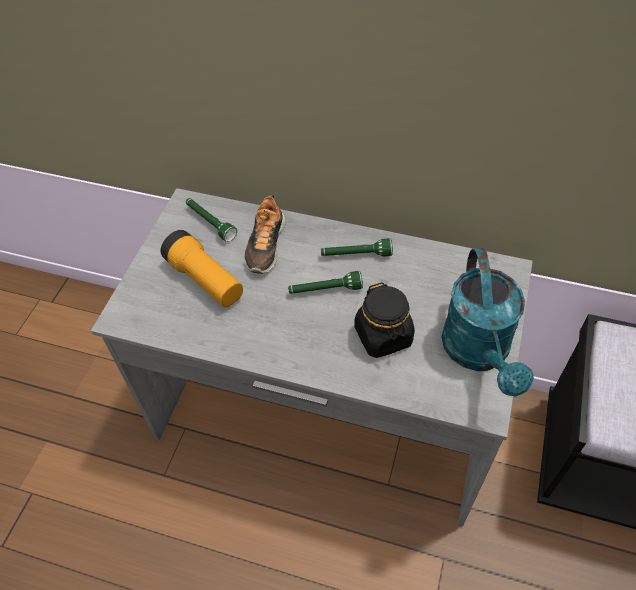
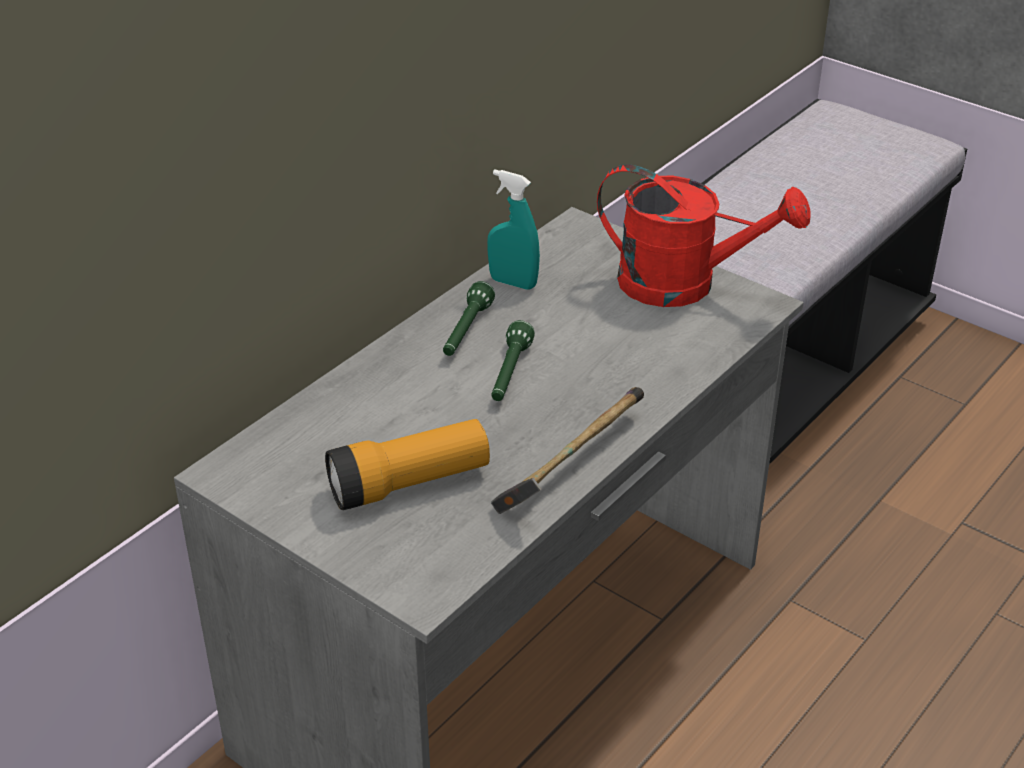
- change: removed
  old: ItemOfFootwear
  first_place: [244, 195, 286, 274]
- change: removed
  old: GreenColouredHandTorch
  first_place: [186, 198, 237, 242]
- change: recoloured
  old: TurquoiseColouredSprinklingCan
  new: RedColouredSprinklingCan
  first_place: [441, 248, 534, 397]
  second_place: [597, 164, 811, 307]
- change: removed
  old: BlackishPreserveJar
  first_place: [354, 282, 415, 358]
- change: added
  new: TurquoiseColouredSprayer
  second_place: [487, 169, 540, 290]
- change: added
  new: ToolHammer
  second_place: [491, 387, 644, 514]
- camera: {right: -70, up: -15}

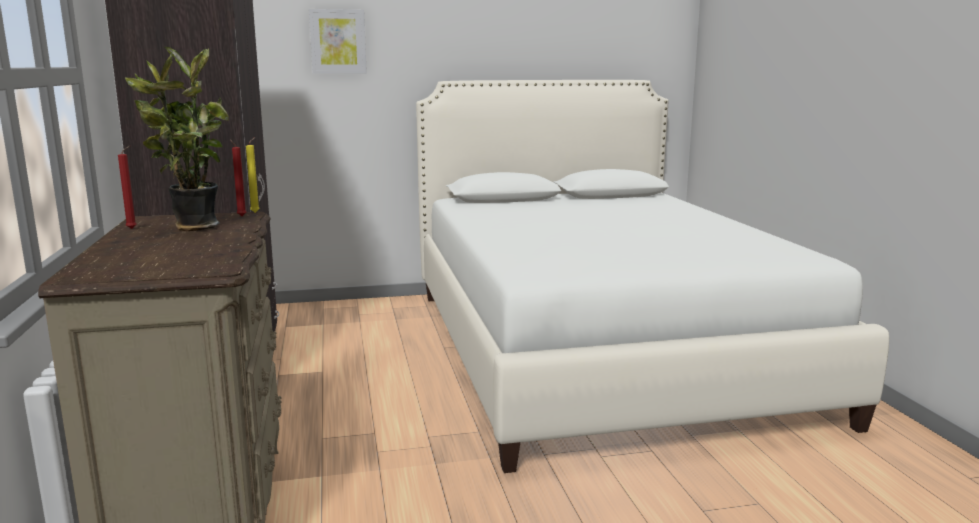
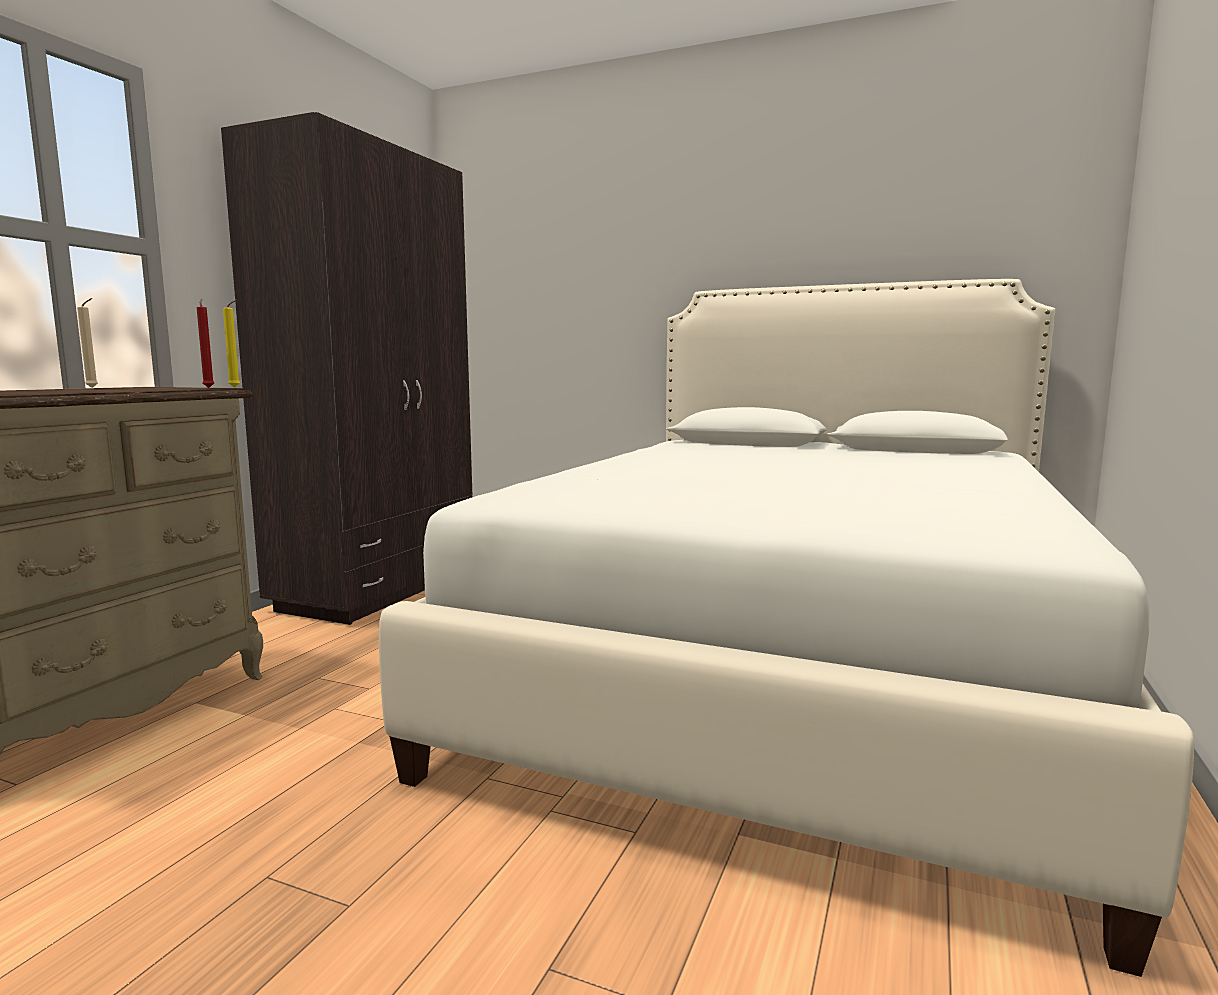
- change: removed
  old: WallPicture
  first_place: [309, 9, 367, 74]
- change: removed
  old: Houseplant
  first_place: [124, 47, 229, 231]
- change: recoloured
  old: RedColouredWaxLight
  new: BeigeColouredWaxLight
  first_place: [118, 146, 137, 229]
  second_place: [77, 298, 98, 388]
- camera: {right: 35, up: -5}

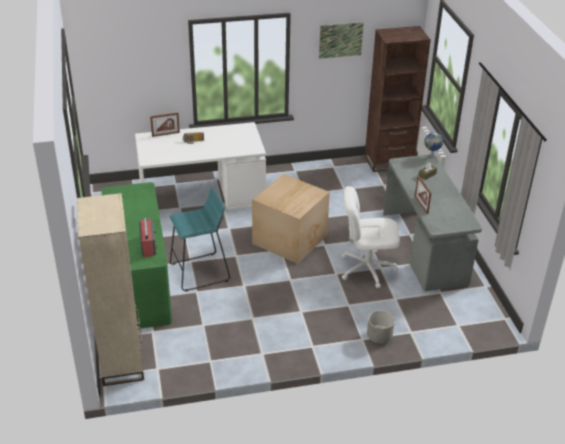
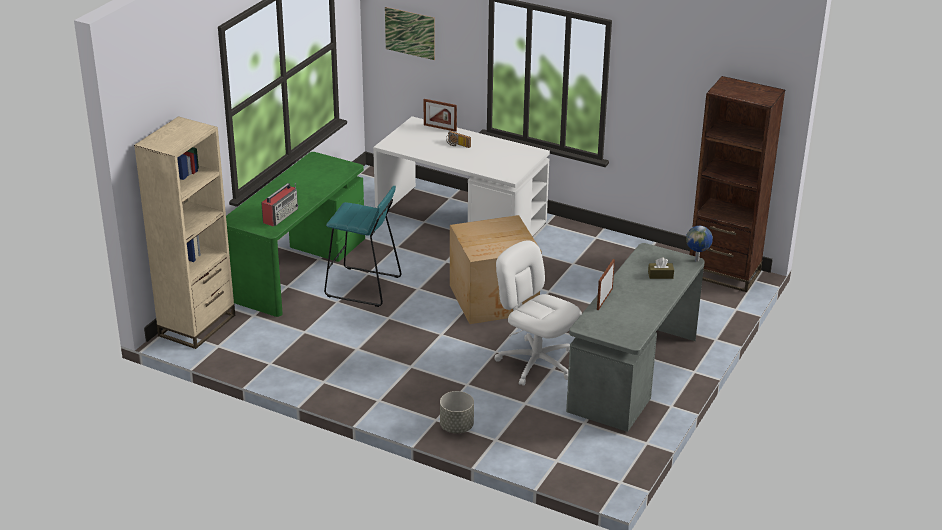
- change: moved
  old: WallPicture
  first_place: [319, 22, 364, 59]
  second_place: [385, 7, 435, 60]
- camera: {right: 40, up: -5}

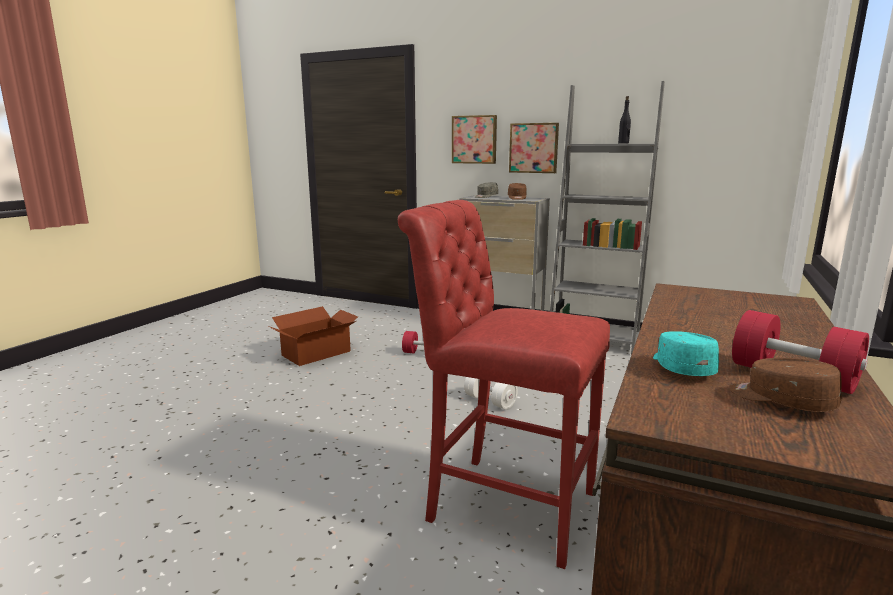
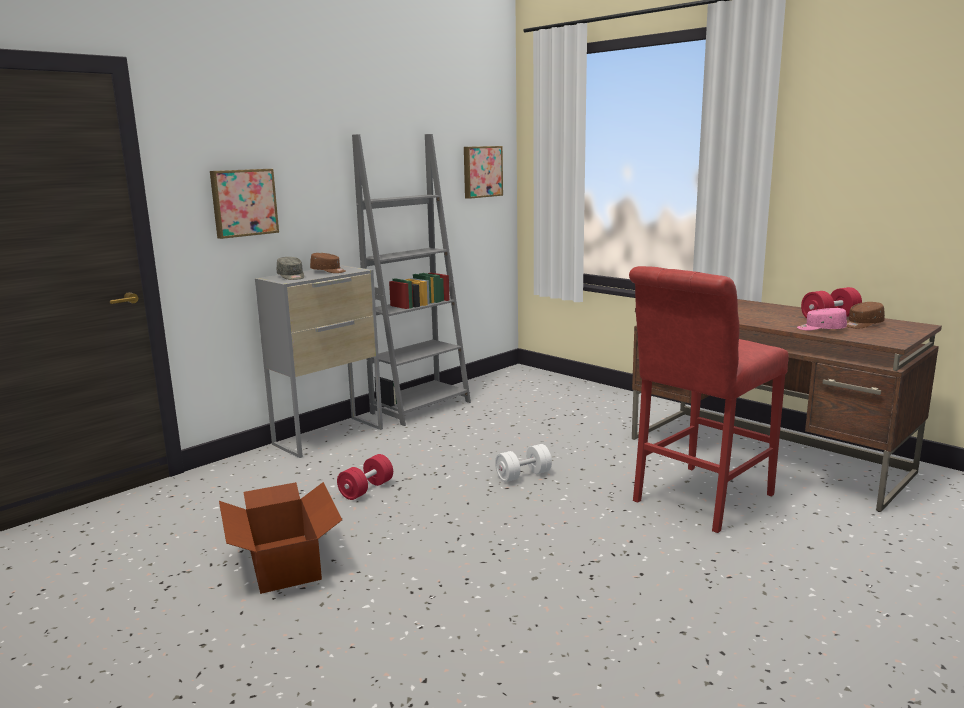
- change: removed
  old: BlackishBottle
  first_place: [618, 96, 631, 144]
- change: moved
  old: WallPicture
  first_place: [509, 123, 559, 173]
  second_place: [464, 146, 503, 199]
- change: recoloured
  old: TurquoiseColouredBaseballCap
  new: PinkishBaseballCap
  first_place: [653, 331, 719, 376]
  second_place: [797, 308, 847, 331]
- camera: {right: -70, up: 0}

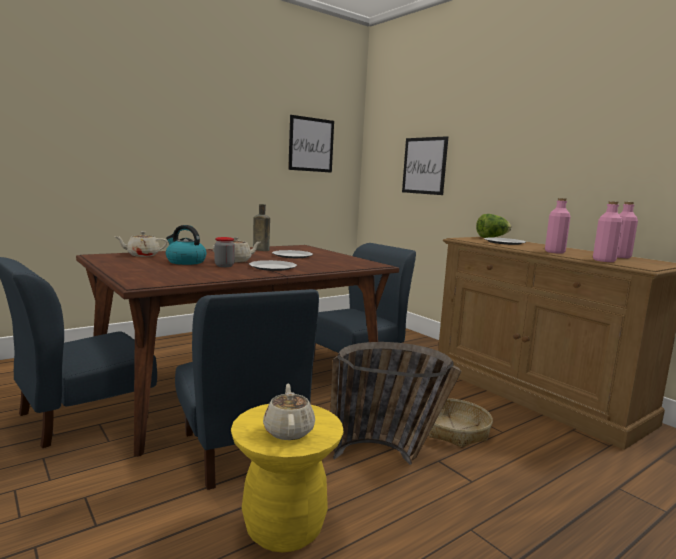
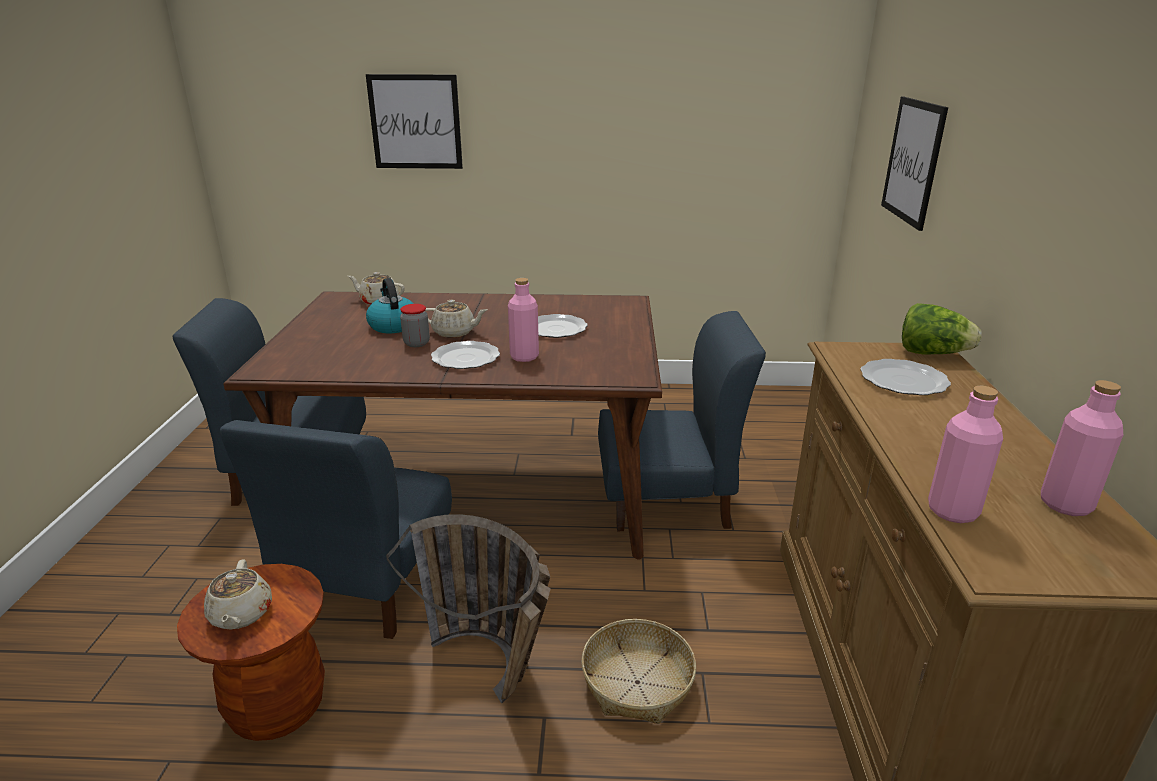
- change: moved
  old: WallPicture
  first_place: [288, 115, 334, 173]
  second_place: [366, 74, 463, 169]
- change: moved
  old: PinkishBottle
  first_place: [545, 198, 570, 254]
  second_place: [508, 278, 539, 362]
- change: removed
  old: BrownishBottle
  first_place: [253, 204, 270, 251]
- change: turned
  old: BeigeColouredPotForTea
  first_place: [263, 384, 315, 440]
  second_place: [204, 559, 272, 630]
  degrees: 135
- change: recoloured
  old: YellowStoolSeat
  new: BrownishStoolSeat
  first_place: [231, 404, 344, 552]
  second_place: [177, 564, 325, 741]
- camera: {right: 40, up: 15}

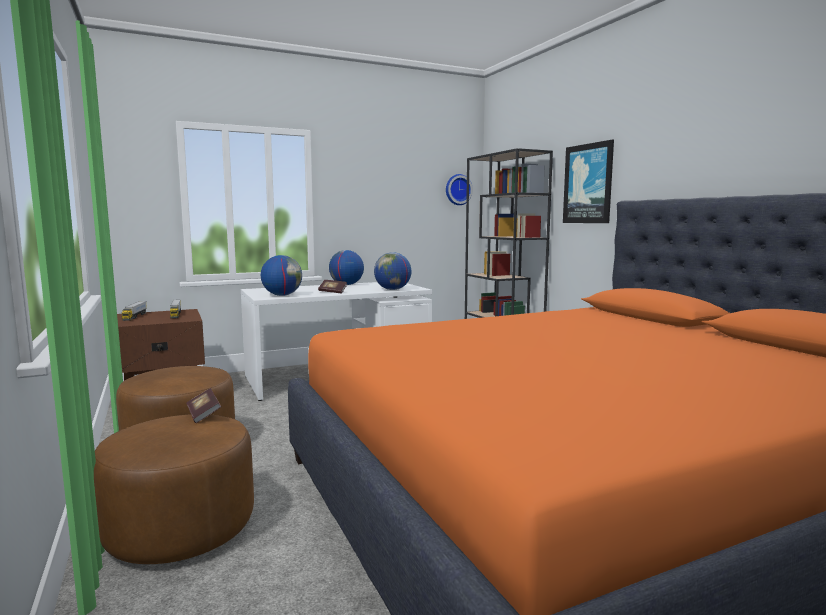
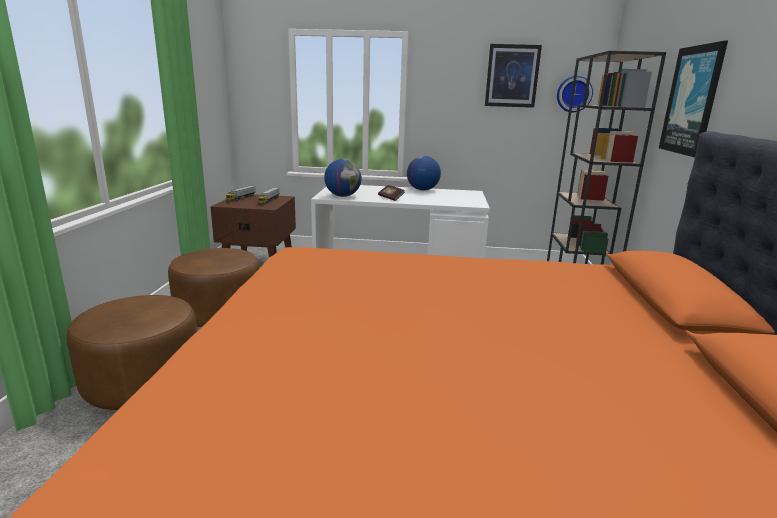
- change: removed
  old: Globe
  first_place: [374, 252, 411, 290]
- change: removed
  old: BoundBook
  first_place: [186, 388, 221, 423]
- change: added
  new: WallPicture
  second_place: [485, 44, 542, 108]
- camera: {right: 30, up: 10}

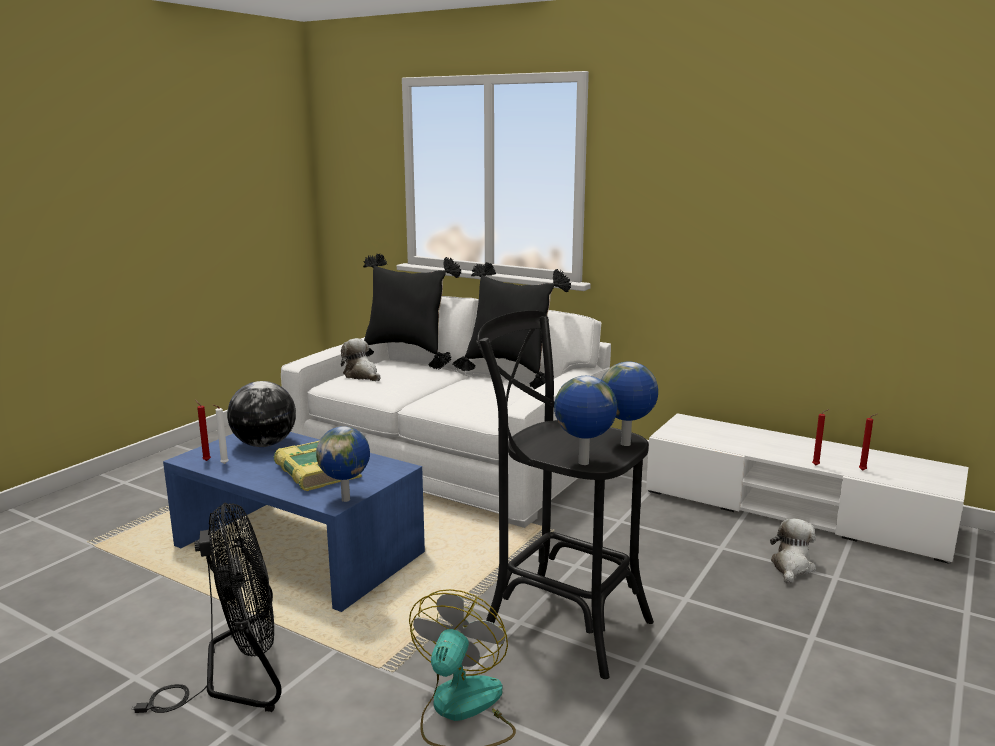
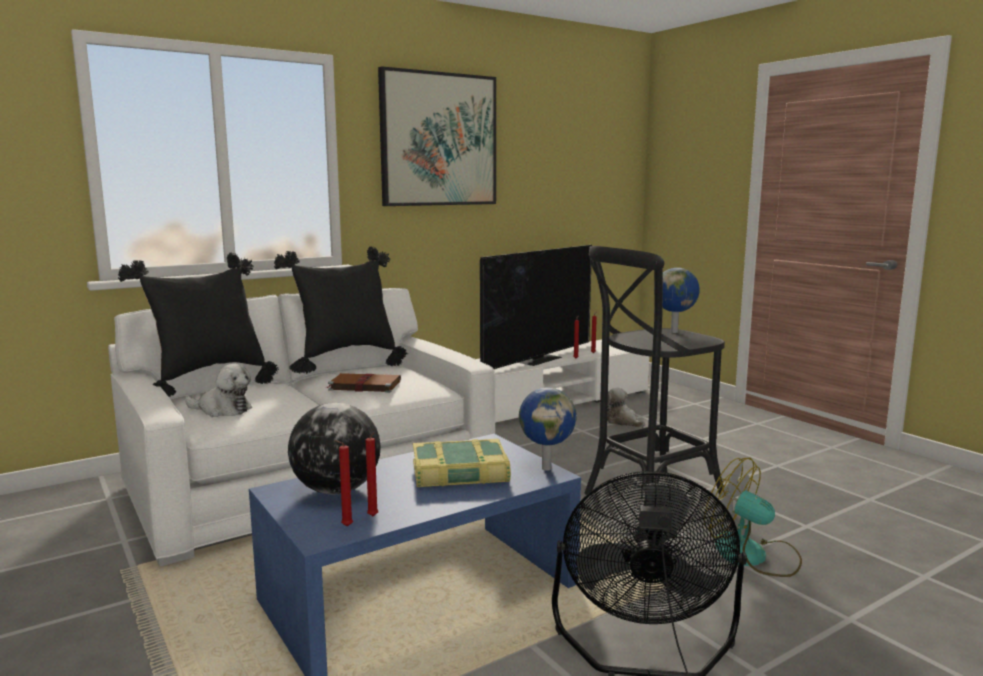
- change: turned
  old: CuddlyToy
  first_place: [341, 338, 380, 381]
  second_place: [185, 364, 252, 417]
  degrees: -150
- change: removed
  old: Globe
  first_place: [554, 376, 617, 465]
- change: recoloured
  old: WhitishWaxLight
  new: RedColouredWaxLight
  first_place: [214, 405, 229, 464]
  second_place: [365, 433, 378, 516]
- change: added
  new: WallPicture
  second_place: [378, 66, 496, 206]
- change: added
  new: TvSet
  second_place: [480, 245, 592, 369]
- change: added
  new: BrownishBoundBook
  second_place: [327, 373, 401, 393]
- camera: {right: -65, up: -5}

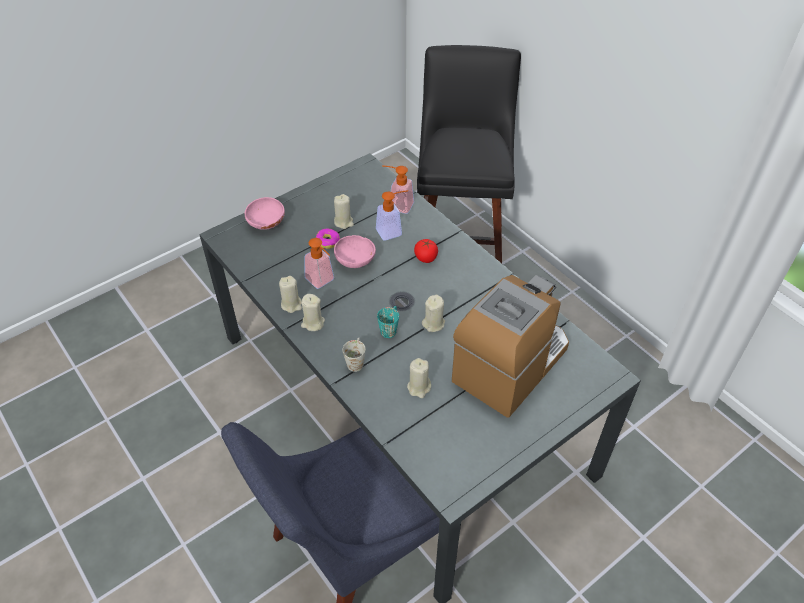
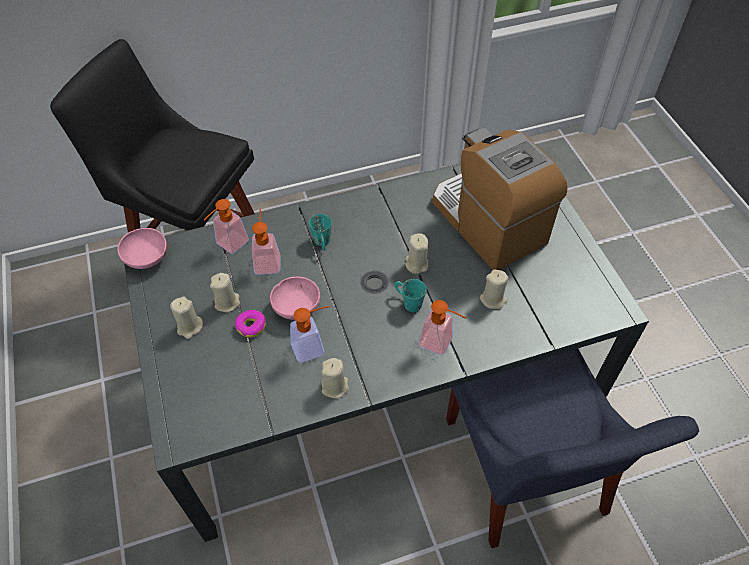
- change: moved
  old: PinkishDeepDish
  first_place: [245, 197, 285, 230]
  second_place: [118, 228, 167, 269]
- change: replaced
  old: FreshTomato
  new: TurquoiseColouredTeaMug
  first_place: [414, 239, 438, 263]
  second_place: [309, 214, 332, 251]
- change: moved
  old: BeigeColouredWaxLight
  first_place: [301, 294, 325, 331]
  second_place: [170, 296, 203, 339]
- change: replaced
  old: WhitishTeaMug
  new: SoapDispenser
  first_place: [343, 338, 366, 372]
  second_place: [419, 300, 466, 355]
- camera: {right: -70, up: 5}

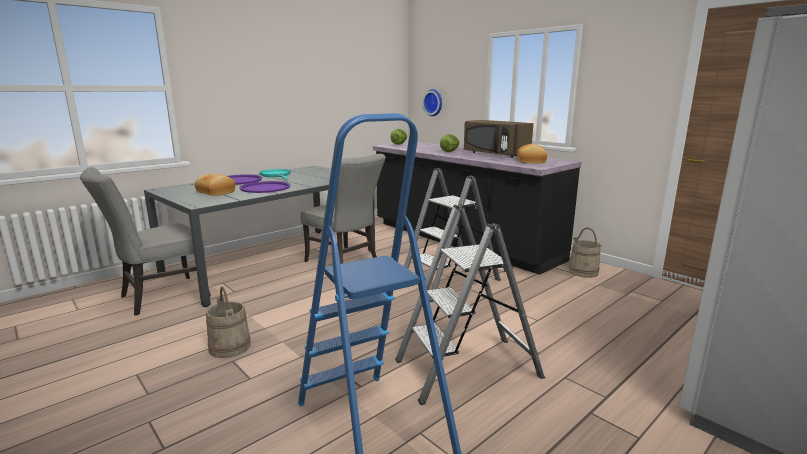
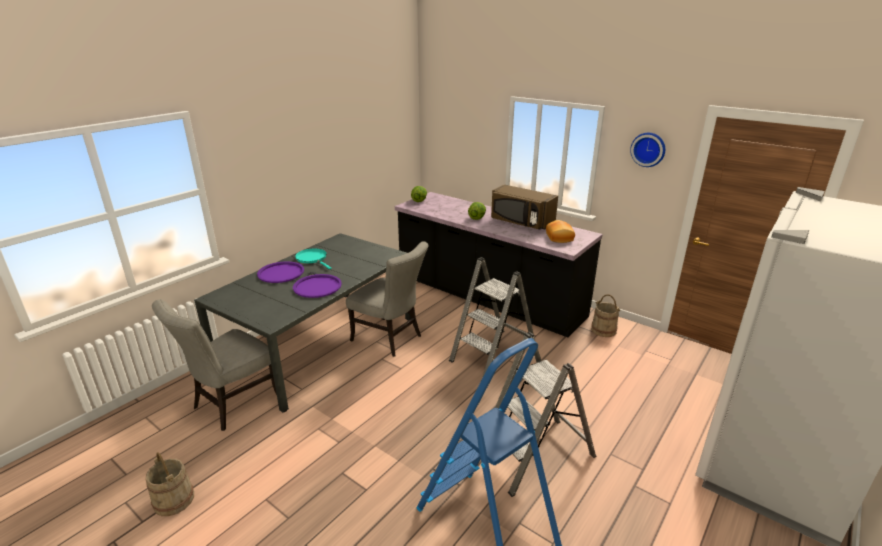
- change: moved
  old: HangingClock
  first_place: [422, 89, 442, 116]
  second_place: [630, 133, 665, 167]
- change: removed
  old: Bread
  first_place: [195, 173, 236, 196]
- change: moved
  old: BeigeColouredPail
  first_place: [206, 286, 251, 358]
  second_place: [145, 452, 194, 516]
- camera: {right: -10, up: 10}

